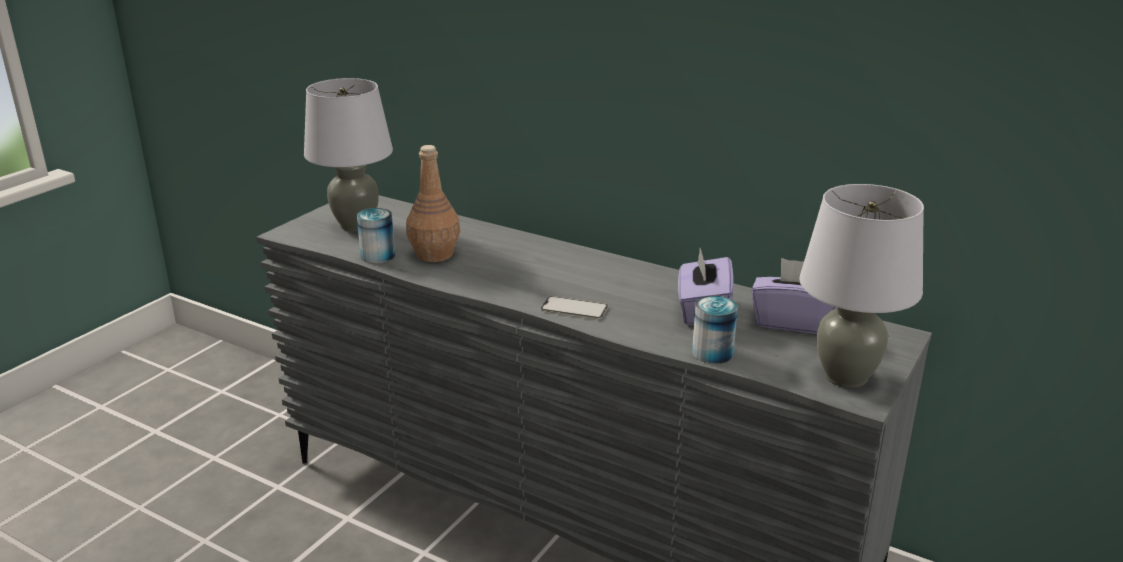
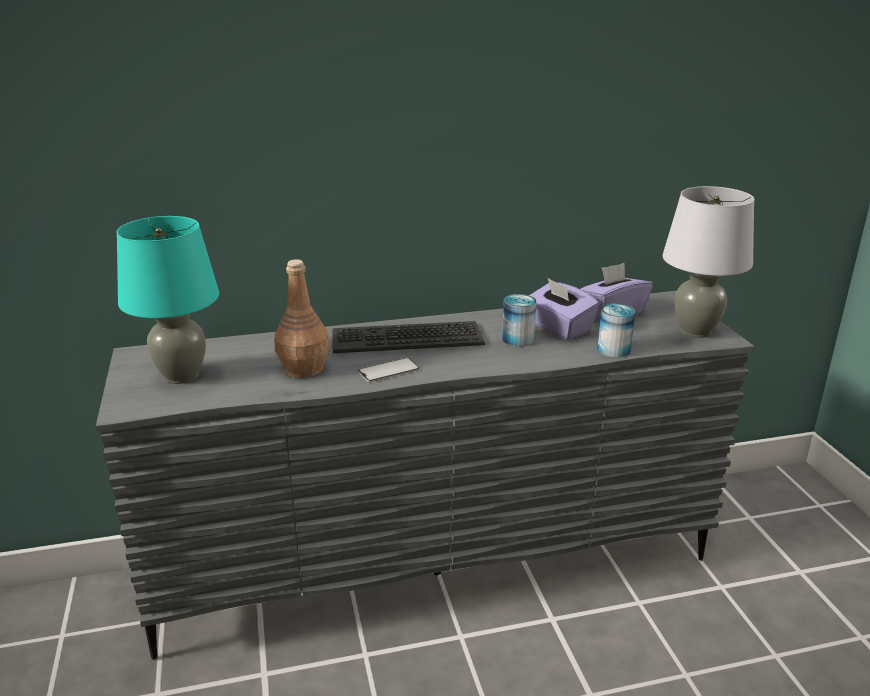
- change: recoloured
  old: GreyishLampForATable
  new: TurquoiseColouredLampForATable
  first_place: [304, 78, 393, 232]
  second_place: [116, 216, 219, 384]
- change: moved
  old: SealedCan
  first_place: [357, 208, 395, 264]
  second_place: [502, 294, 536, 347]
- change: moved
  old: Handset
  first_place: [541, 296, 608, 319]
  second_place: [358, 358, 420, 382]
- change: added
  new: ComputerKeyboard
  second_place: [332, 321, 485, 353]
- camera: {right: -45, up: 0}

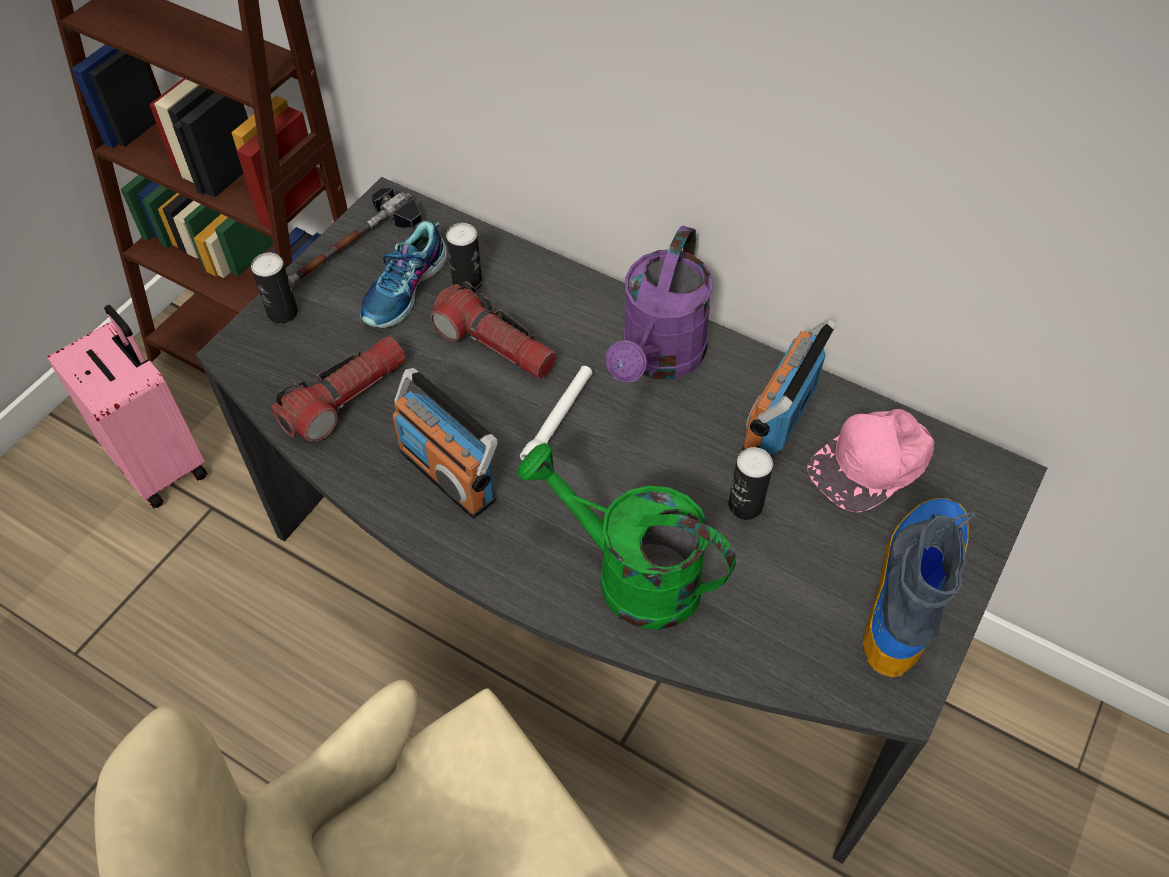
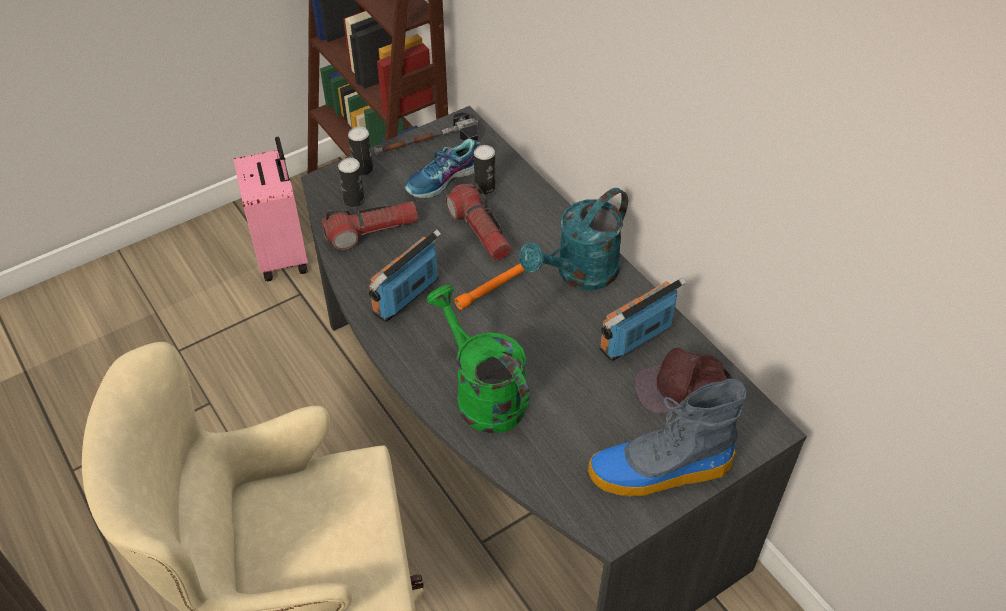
- change: recoloured
  old: PurplishSprinklingCan
  new: TurquoiseColouredSprinklingCan
  first_place: [606, 226, 713, 383]
  second_place: [519, 188, 628, 290]
- change: recoloured
  old: WhitishHandTorch
  new: OrangeColouredHandTorch
  first_place: [520, 366, 593, 460]
  second_place: [454, 263, 525, 310]
- change: turned
  old: RadioReceiver
  first_place: [393, 368, 498, 518]
  second_place: [369, 230, 441, 322]
  degrees: 60
- change: recoloured
  old: PinkishBaseballCap
  new: BrownishBaseballCap
  first_place: [807, 409, 934, 512]
  second_place: [634, 348, 732, 414]
- change: moved
  old: SealedCan
  first_place: [728, 447, 773, 520]
  second_place: [338, 158, 365, 207]
- change: turned
  old: TallBoot
  first_place: [862, 498, 976, 677]
  second_place: [588, 379, 747, 497]
  degrees: -150
- camera: {right: 25, up: -5}

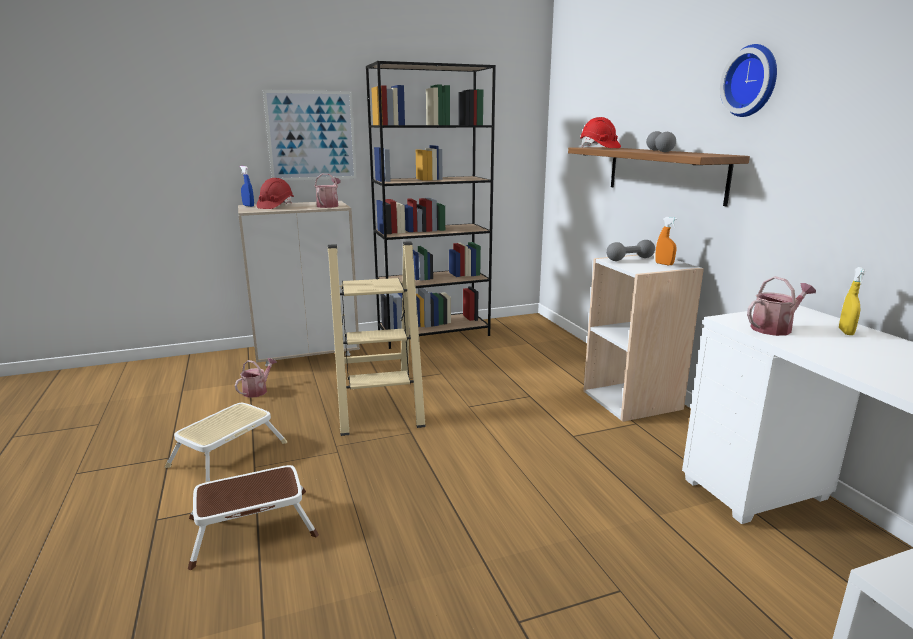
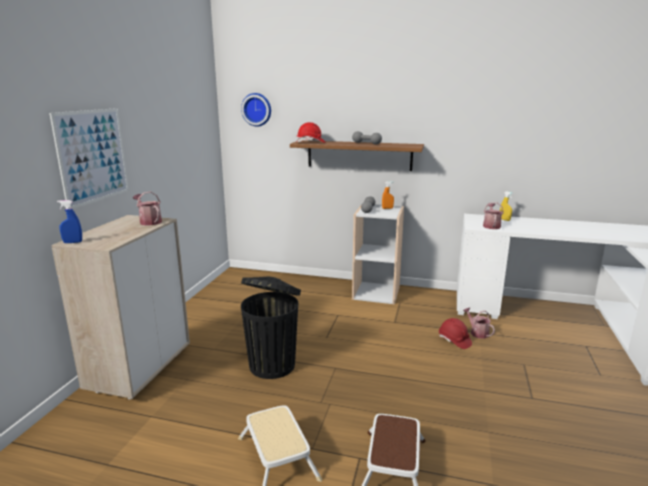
- change: moved
  old: HangingClock
  first_place: [720, 44, 777, 117]
  second_place: [241, 93, 271, 127]
- change: removed
  old: BeigeColouredBookcase
  first_place: [366, 61, 496, 349]
- change: moved
  old: RedColouredHardHat
  first_place: [256, 178, 294, 209]
  second_place: [439, 318, 472, 349]
- change: replaced
  old: BeigeColouredStepladder
  new: BlackishRubbishBin
  first_place: [328, 241, 426, 436]
  second_place: [241, 276, 301, 379]
- change: moved
  old: SprinklingCan
  first_place: [235, 358, 277, 398]
  second_place: [463, 308, 495, 339]
- camera: {right: -55, up: 0}

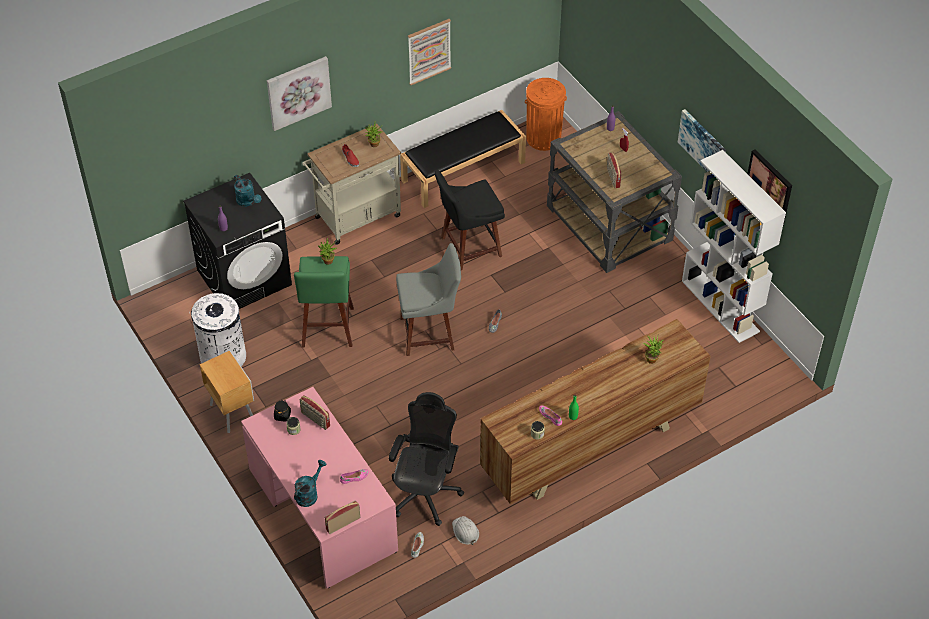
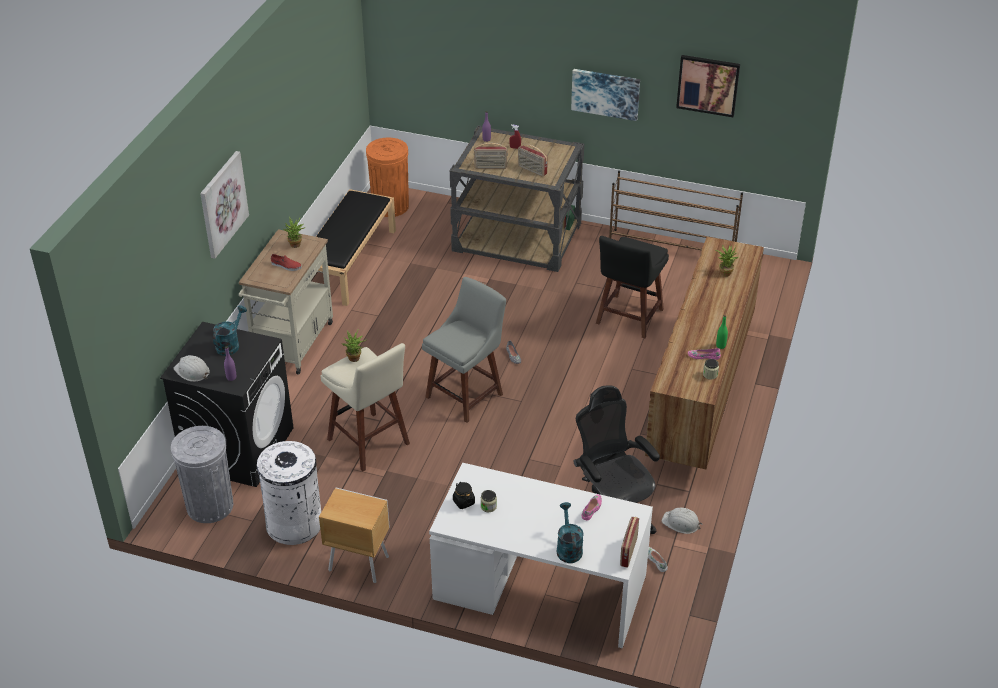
- change: removed
  old: WallPicture
  first_place: [408, 19, 451, 85]
- change: replaced
  old: WhitishBookcase
  new: BrownishShoeStand
  first_place: [682, 150, 786, 343]
  second_place: [609, 171, 743, 250]
- change: moved
  old: BlackishStoolSeat
  first_place: [435, 170, 505, 270]
  second_place: [596, 236, 669, 338]
- change: turned
  old: TurquoiseColouredSprinklingCan
  first_place: [234, 175, 262, 207]
  second_place: [213, 305, 247, 356]
  degrees: -75
- change: recoloured
  old: GreenColouredStoolSeat
  new: BeigeColouredStoolSeat
  first_place: [294, 256, 354, 348]
  second_place: [321, 343, 410, 471]
- change: recoloured
  old: PinkishDesk
  new: WhitishDesk
  first_place: [241, 387, 398, 588]
  second_place: [429, 462, 653, 648]
- change: moved
  old: RadioReceiver
  first_place: [300, 395, 330, 430]
  second_place: [474, 143, 508, 169]
- change: added
  new: WhitishHardHat
  second_place: [173, 355, 210, 382]
- change: added
  new: GreyishRubbishBin
  second_place: [171, 426, 233, 523]
- camera: {right: -40, up: -10}

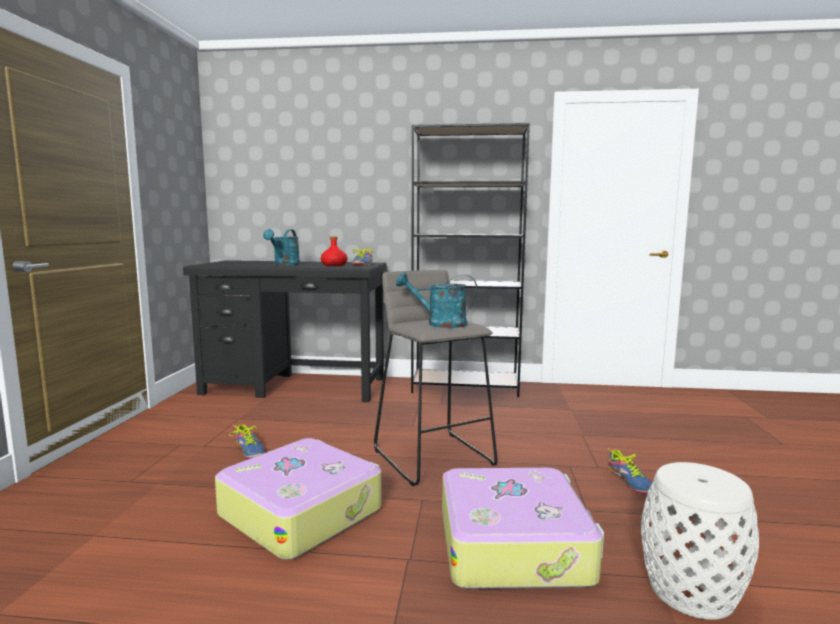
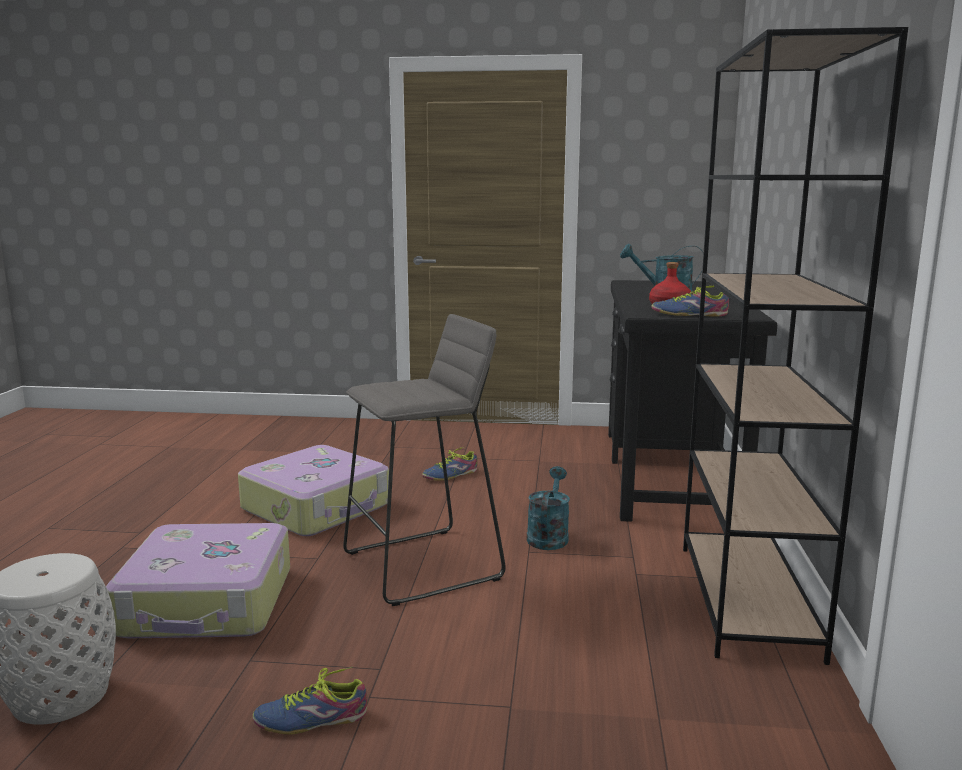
- change: moved
  old: TurquoiseColouredSprinklingCan
  first_place: [396, 272, 477, 328]
  second_place: [527, 466, 570, 550]
- camera: {right: 90, up: 5}

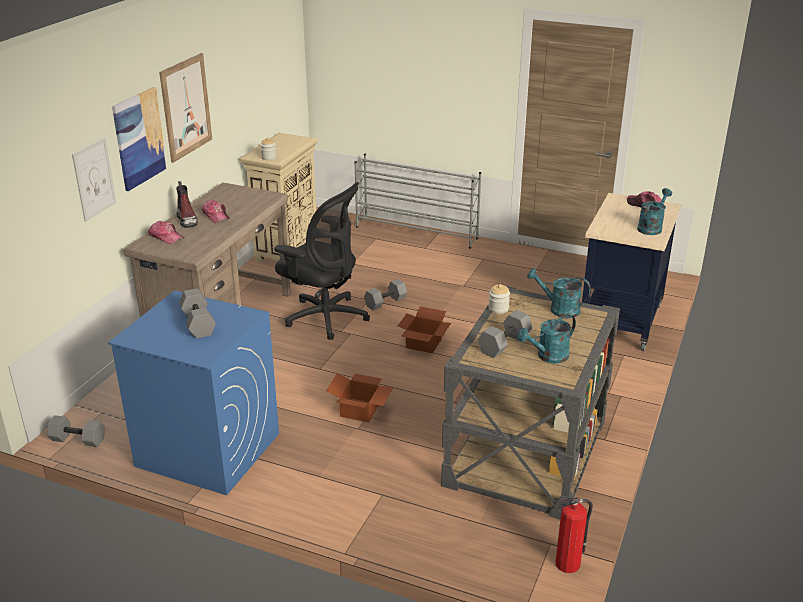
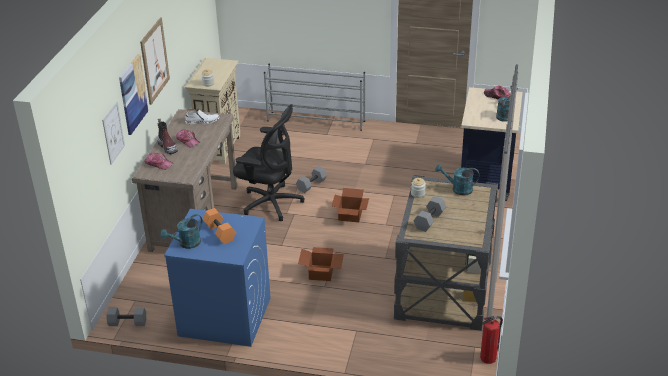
- change: recoloured
  old: GreyishDumbbell
  new: OrangeColouredDumbbell
  first_place: [179, 288, 216, 338]
  second_place: [203, 208, 236, 244]
- change: moved
  old: TurquoiseColouredSprinklingCan
  first_place: [517, 314, 576, 363]
  second_place: [160, 214, 202, 249]
- change: added
  new: WhitishTallBoot
  second_place: [185, 108, 220, 124]
- camera: {right: -10, up: 5}

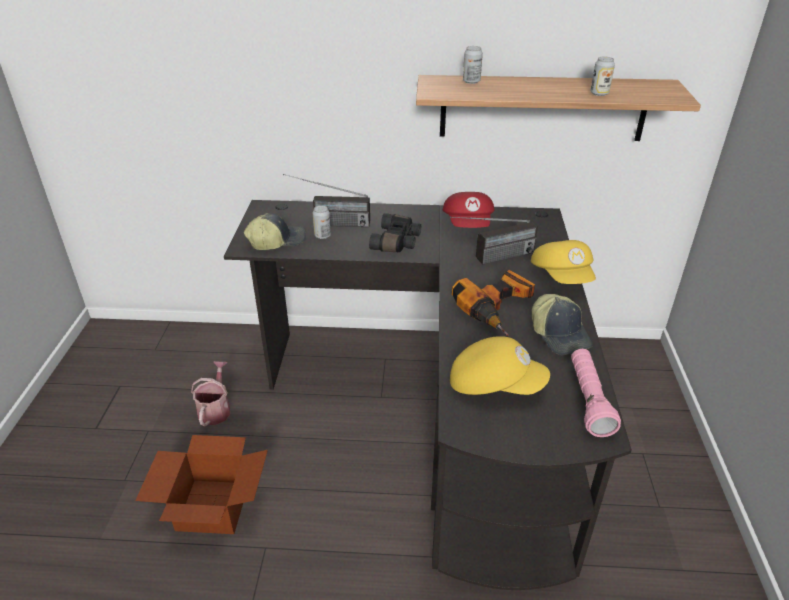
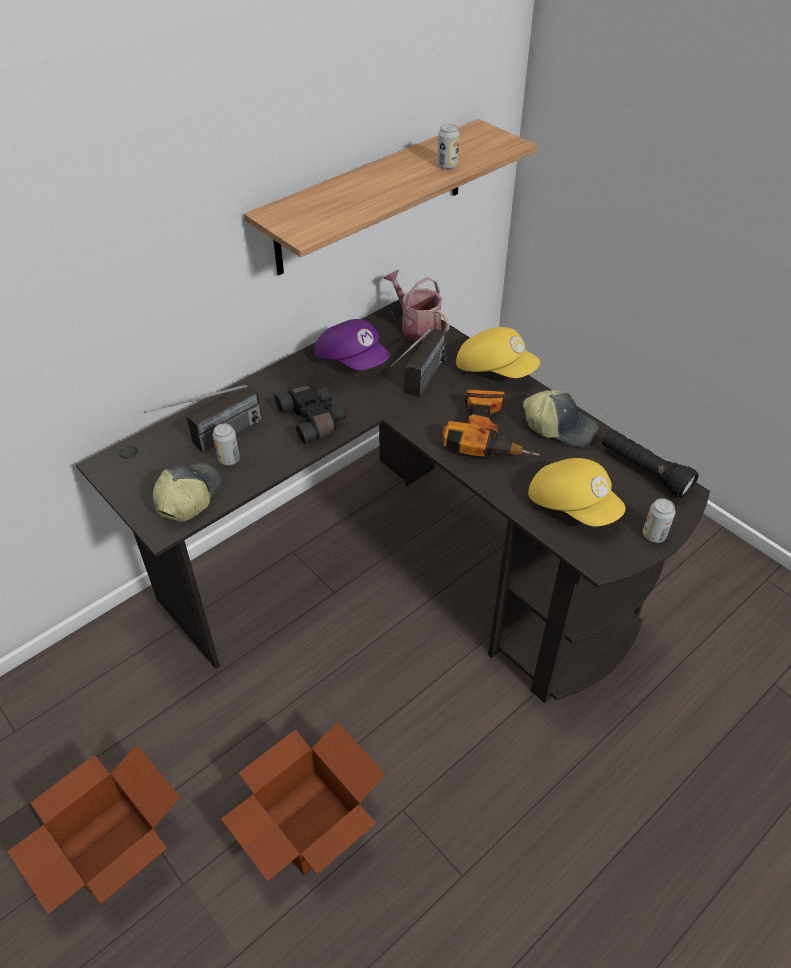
- change: moved
  old: SealedCan
  first_place: [463, 46, 483, 84]
  second_place: [643, 498, 676, 543]
- change: recoloured
  old: RedColouredBaseballCap
  new: PurplishBaseballCap
  first_place: [443, 192, 495, 228]
  second_place: [314, 319, 390, 370]
- change: turned
  old: YellowBaseballCap
  first_place: [450, 336, 550, 395]
  second_place: [528, 458, 626, 526]
  degrees: 75
- change: recoloured
  old: PinkishHandTorch
  new: BlackishHandTorch
  first_place: [571, 349, 621, 437]
  second_place: [602, 429, 699, 498]
- change: moved
  old: SprinklingCan
  first_place: [191, 361, 230, 426]
  second_place: [383, 270, 450, 342]
- change: added
  new: PackingBox
  second_place: [7, 745, 181, 914]
- camera: {right: -45, up: 10}

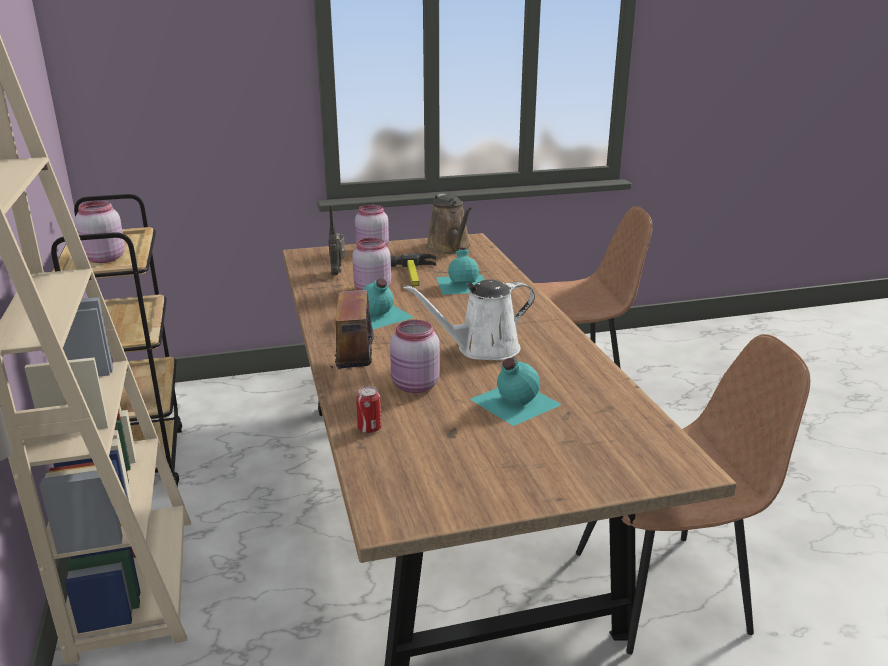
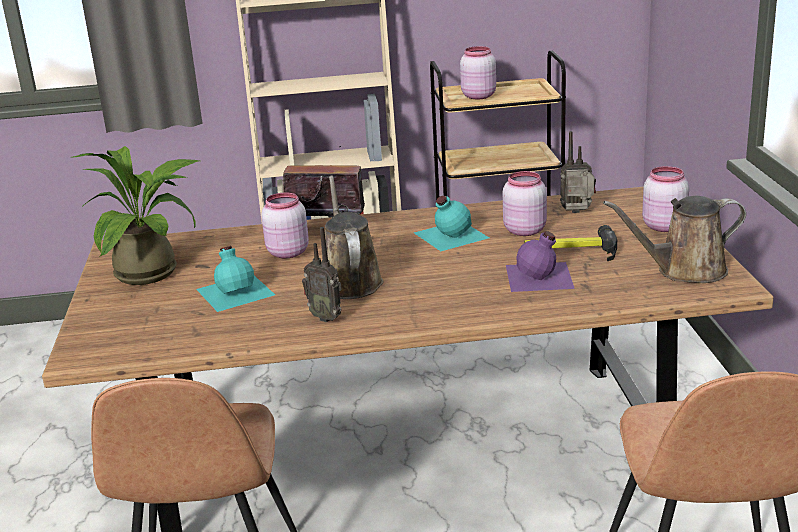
- change: recoloured
  old: TurquoiseColouredBottle
  new: PurplishBottle
  first_place: [436, 247, 485, 295]
  second_place: [506, 231, 575, 292]
- change: recoloured
  old: WhitishSprinklingCan
  new: BrownishSprinklingCan
  first_place: [404, 280, 535, 360]
  second_place: [325, 175, 383, 299]
- change: removed
  old: SealedCan
  first_place: [356, 386, 382, 433]
- change: added
  new: Houseplant
  second_place: [70, 146, 199, 285]
- change: added
  new: RadioReceiver
  second_place: [302, 227, 342, 323]
- camera: {right: 100, up: 0}

